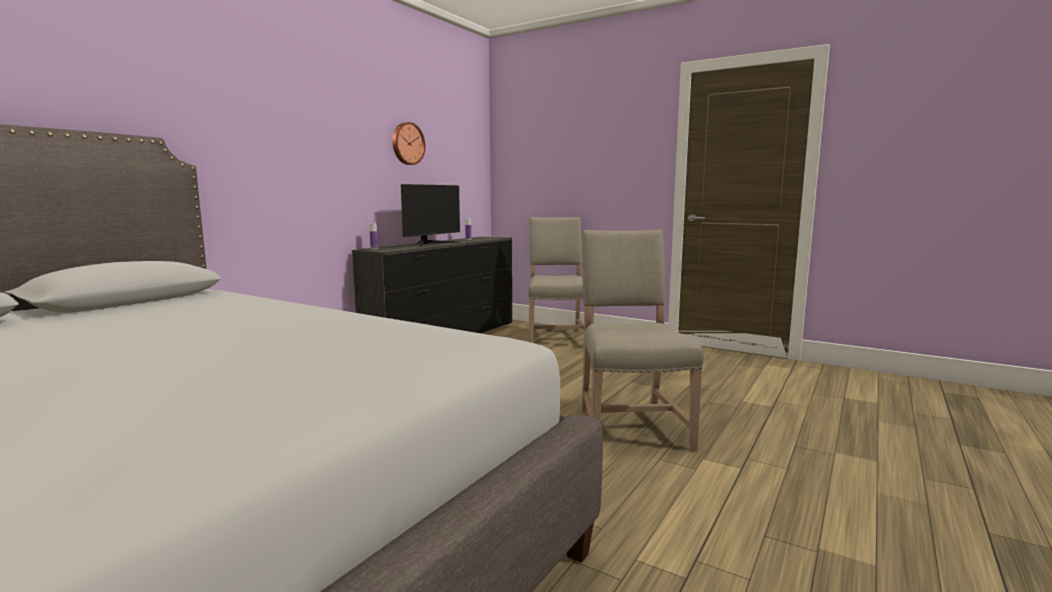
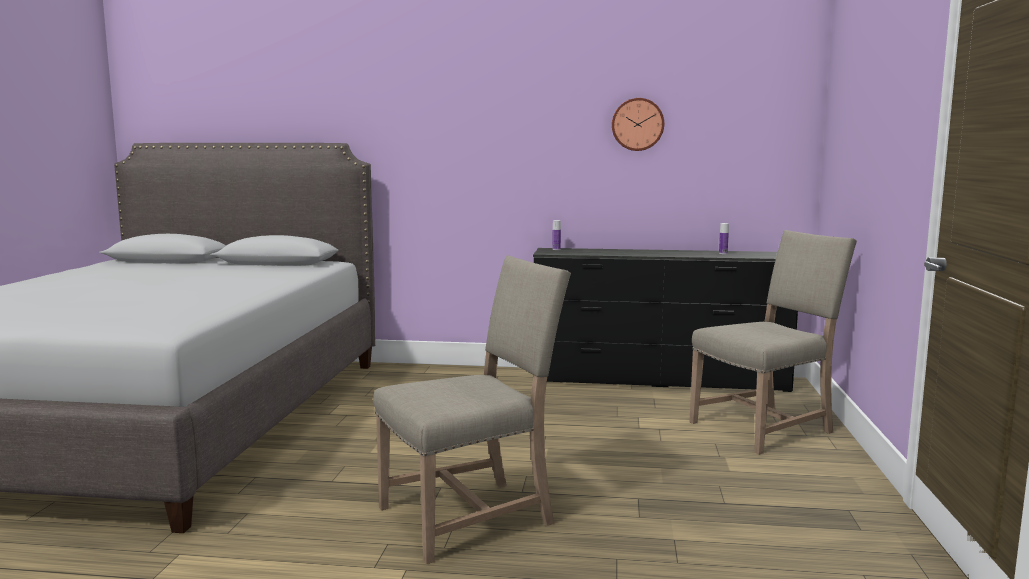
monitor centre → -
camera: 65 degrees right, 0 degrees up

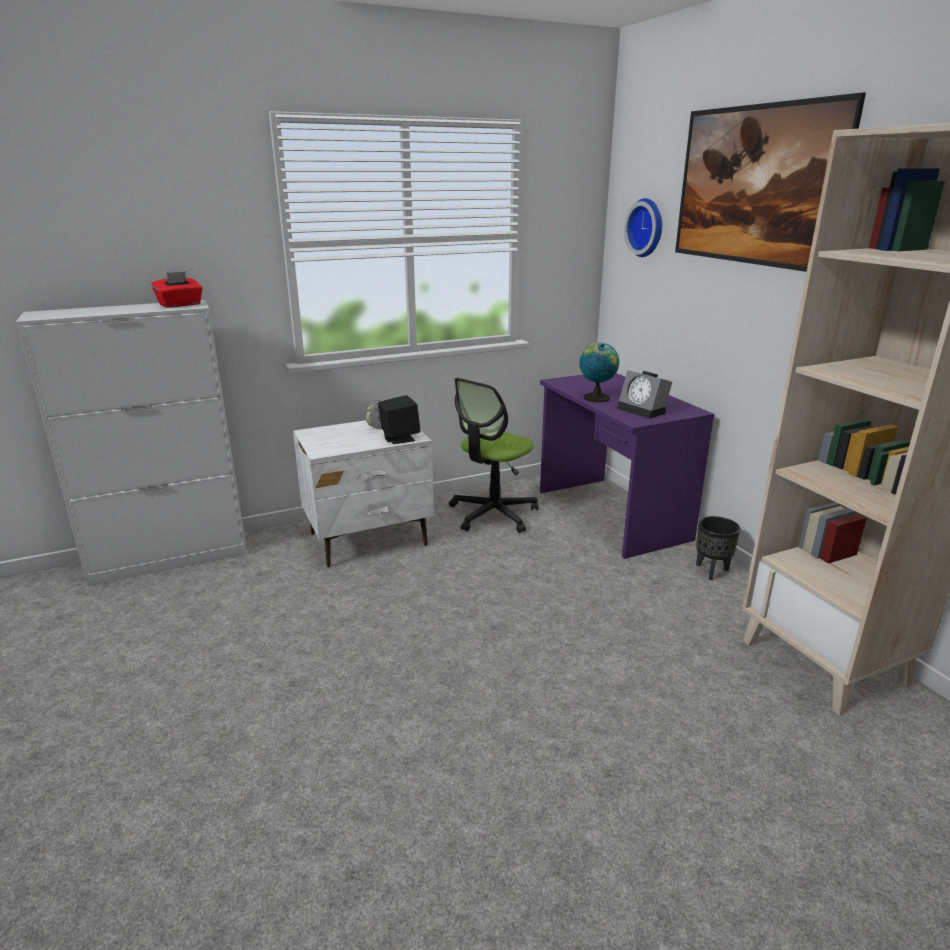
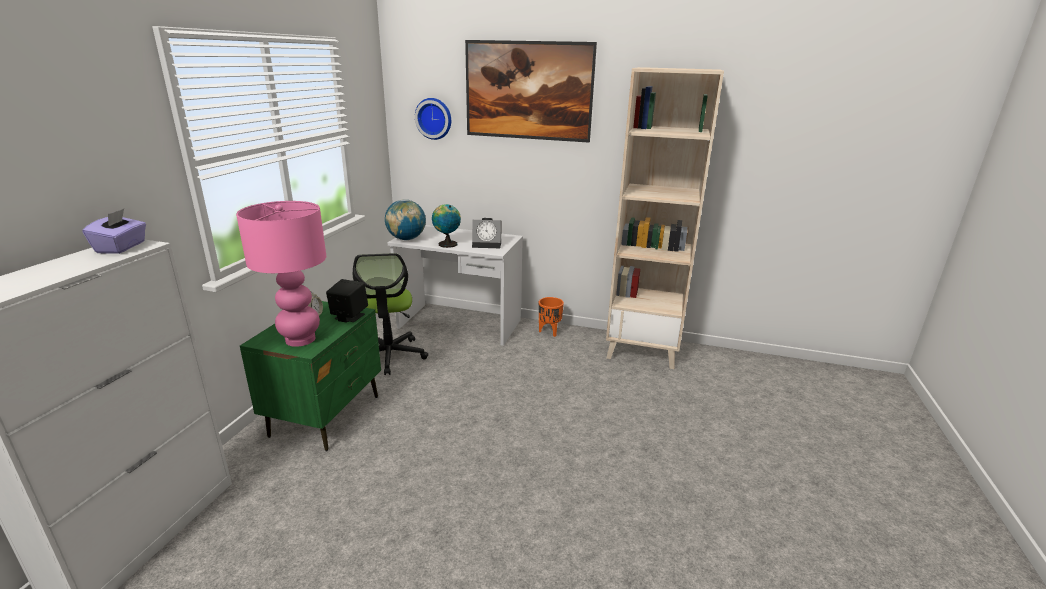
tissue box (red) top left → tissue box (purple) middle left
nightstand (white) centre → nightstand (green) middle left
desk (purple) centre → desk (white) centre
planter (black) middle right → planter (orange) centre
- → table lamp (pink) middle left
- → globe (1st from left) centre
camera: 50 degrees left, 0 degrees up

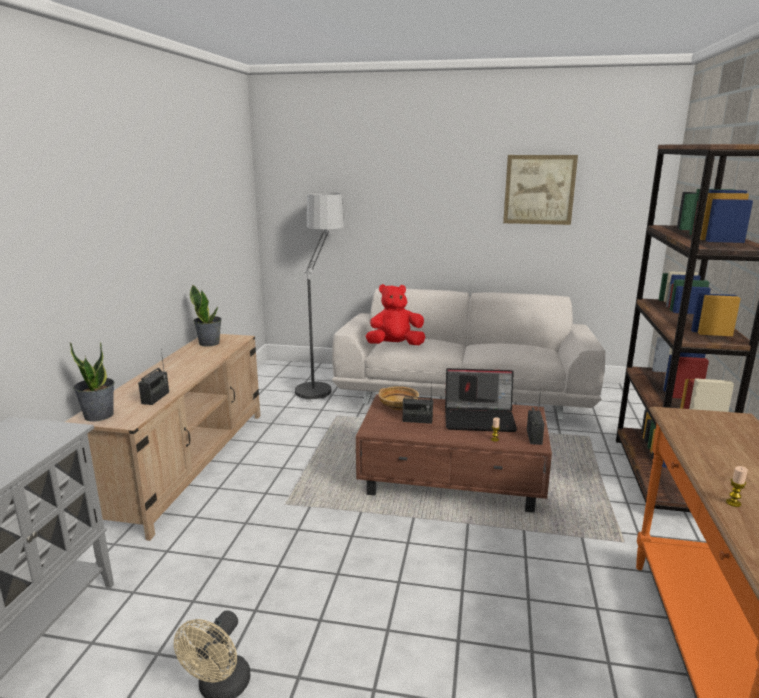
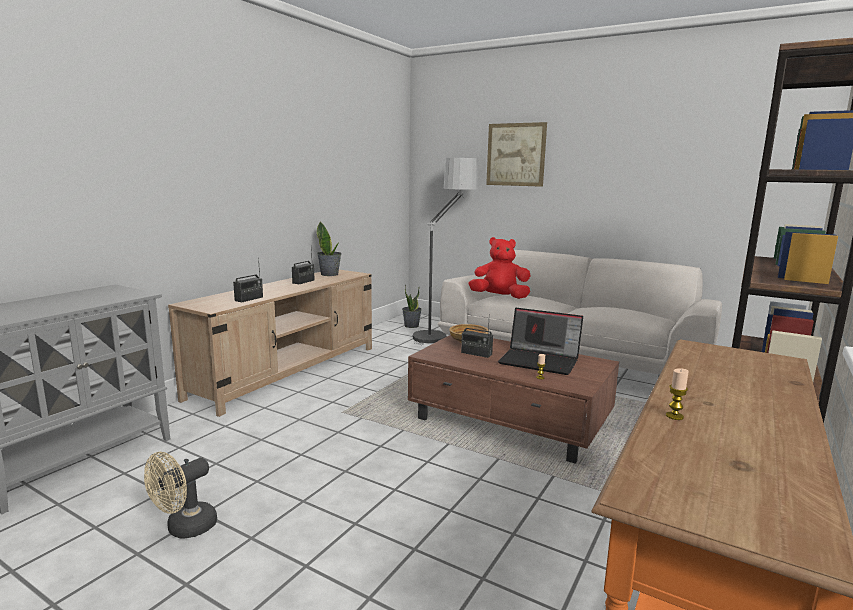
potted plant (1st from left in the first image) middle left → potted plant (2nd from left) centre, moved
picture top right → picture top centre, moved
radio (3rd from left in the first image) middle right → radio (2nd from left) centre, moved
camera: 20 degrees right, 5 degrees down

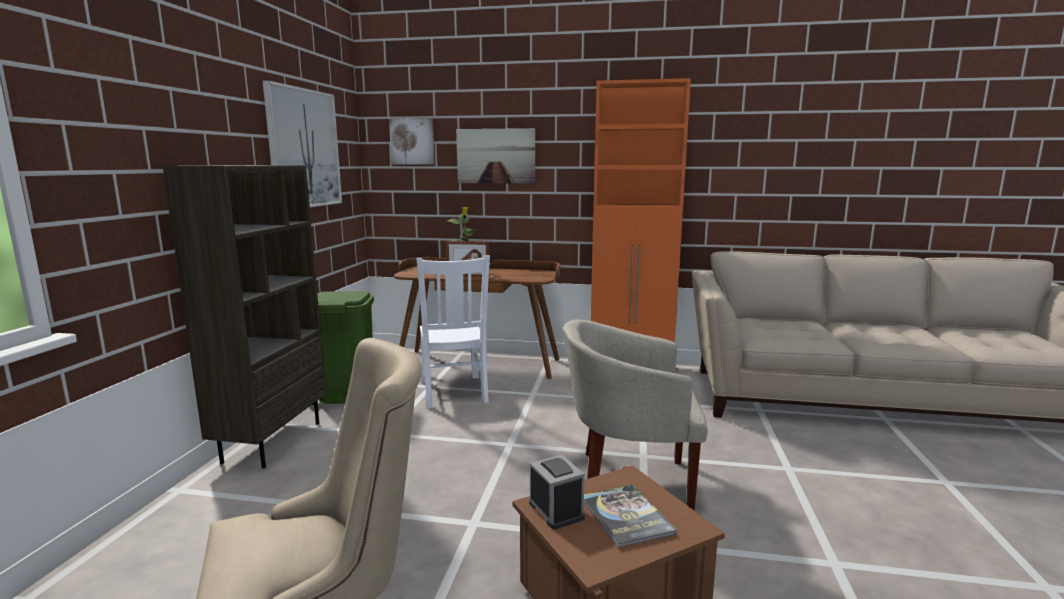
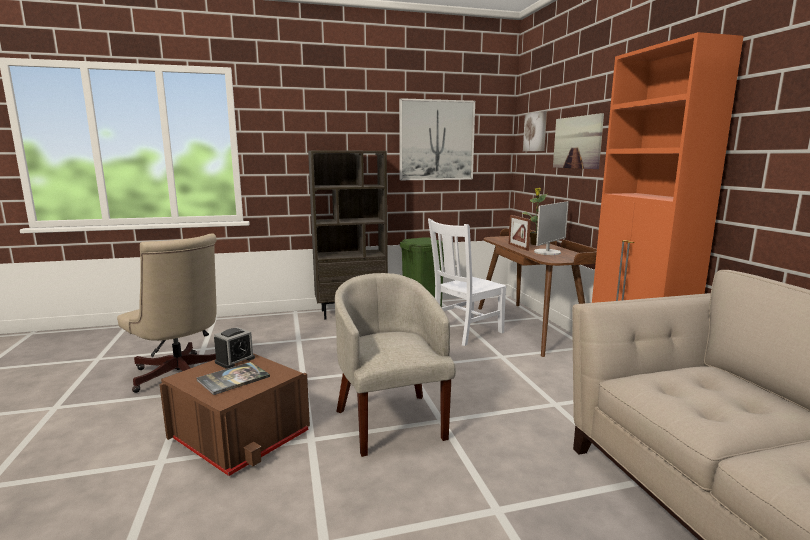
- → monitor middle right
camera: 65 degrees right, 0 degrees up

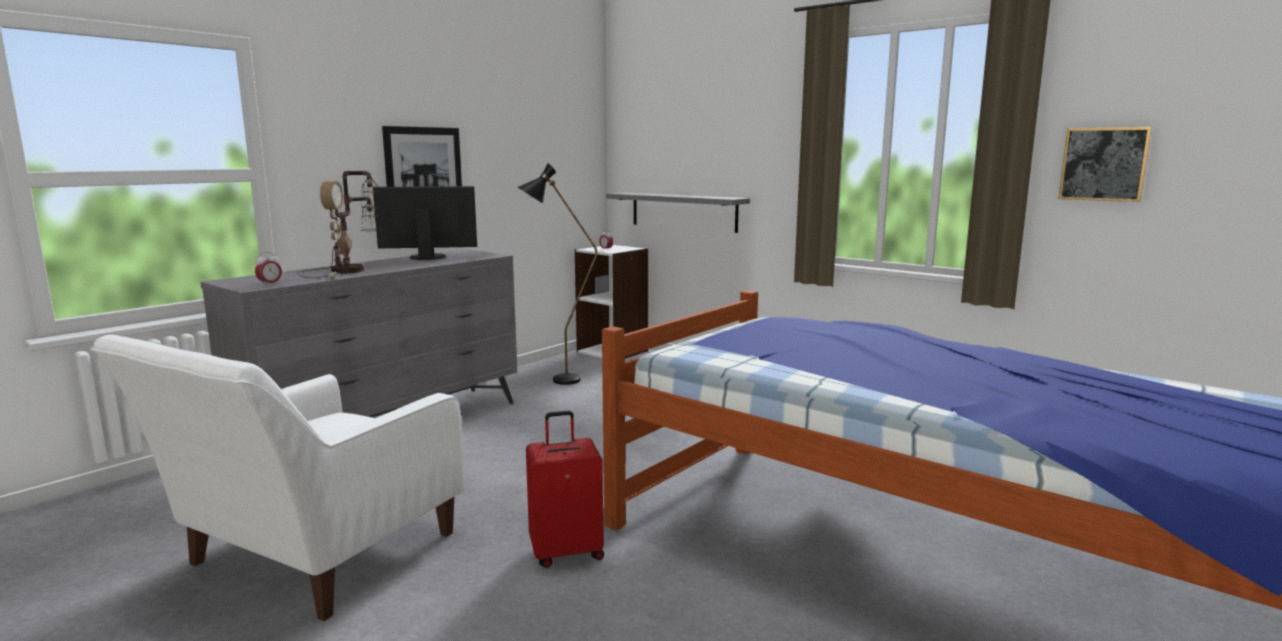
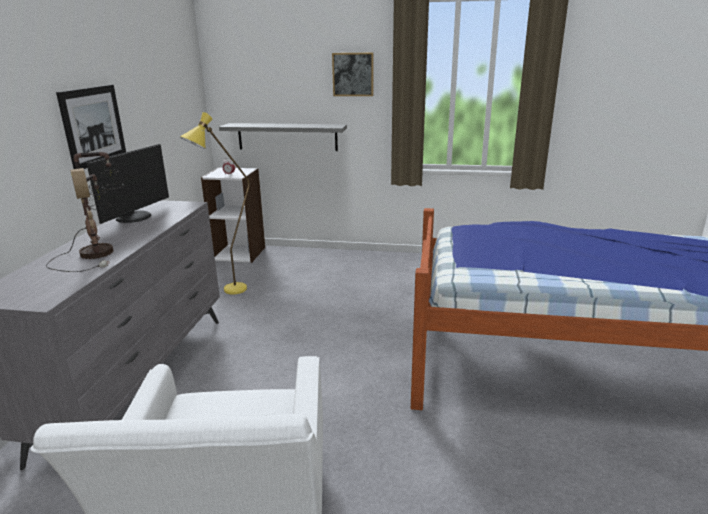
alarm clock (1st from left) middle left → -
monitor middle left, 150 degrees clockwise
floor lamp (black) centre → floor lamp (yellow) middle left
suitcase (red) bottom centre → -
picture (2nd from left) top right → picture (2nd from left) top centre, moved
camera: 30 degrees left, 10 degrees up

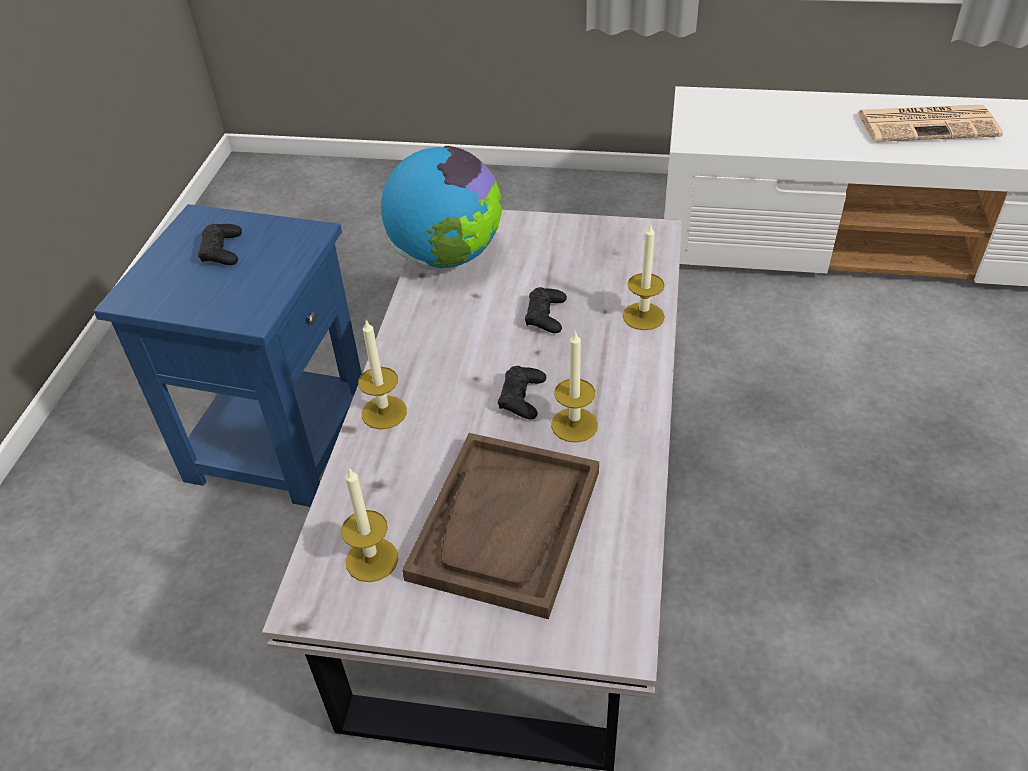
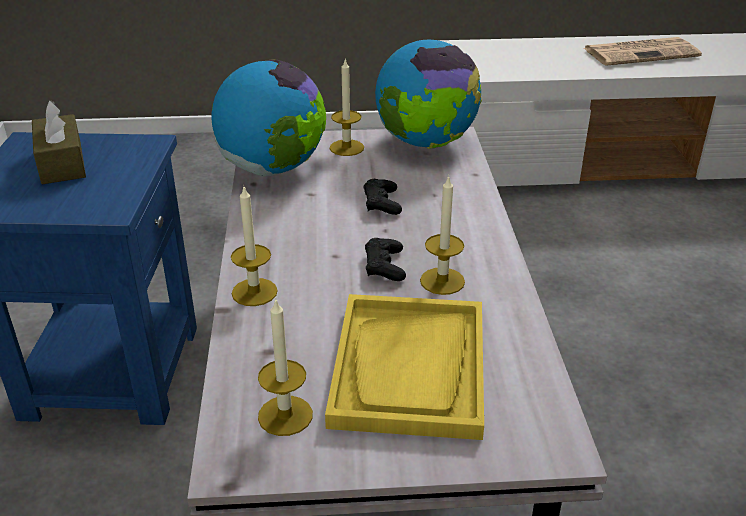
game controller (black) (1st from left) top left → tissue box (brown) top left
tray (brown) bottom centre → tray (yellow) bottom centre
candle (4th from left in the first image) centre → candle (3rd from left) top centre, moved
- → globe (2nd from left) top centre
camera: 15 degrees left, 10 degrees down

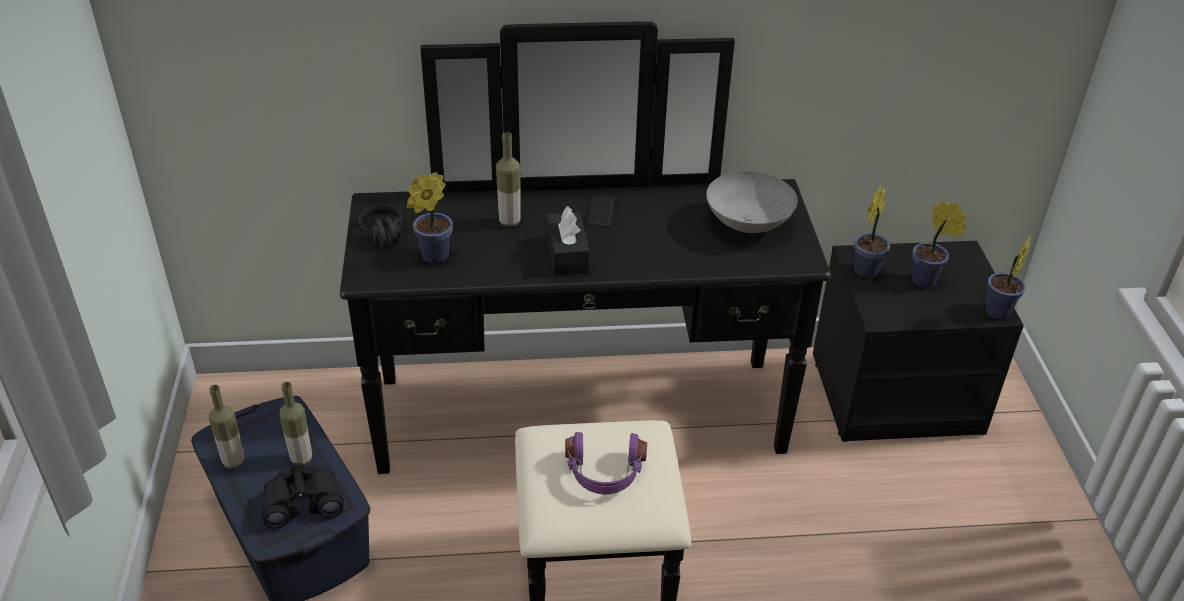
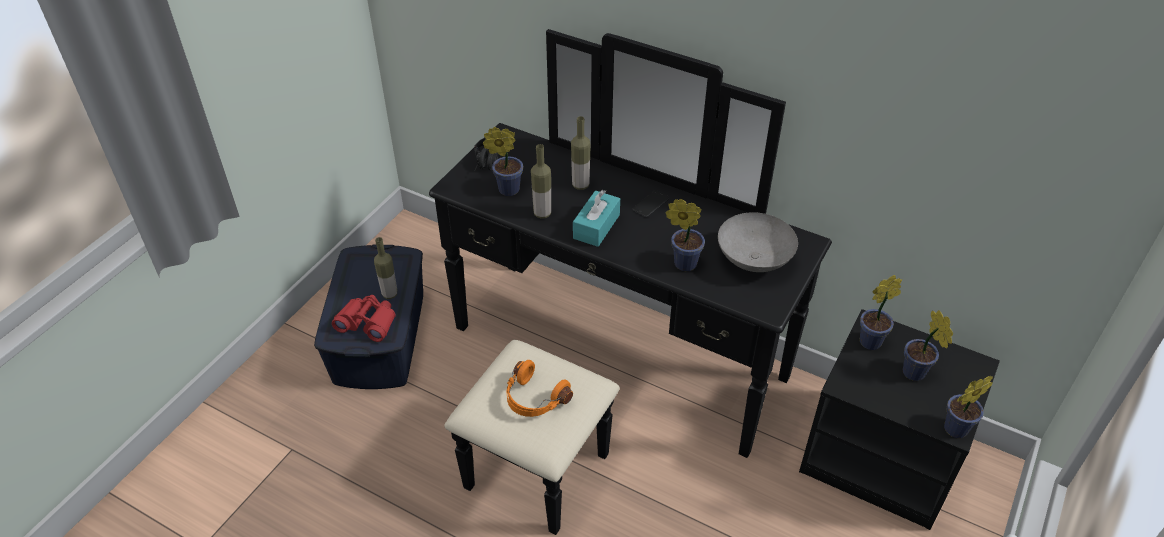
bottle (1st from left in the first image) bottom left → bottle (2nd from left) centre, moved
binoculars (black) bottom left → binoculars (red) middle left
tissue box (black) centre → tissue box (turquoise) centre
headphones (purple) bottom centre → headphones (orange) bottom centre
- → potted plant (2nd from left) centre
camera: 35 degrees right, 5 degrees up

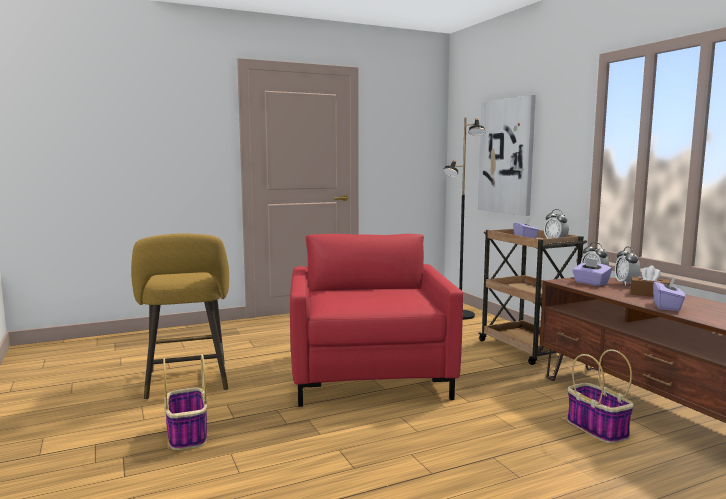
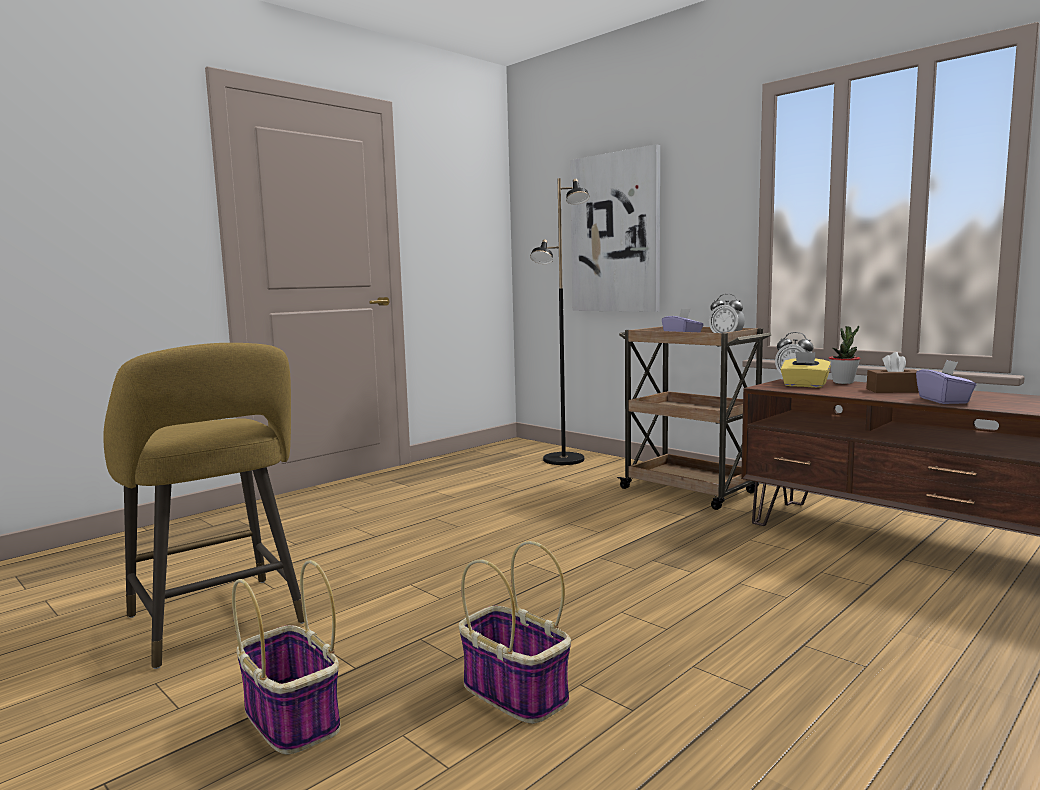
armchair (red) centre → -
basket (2nd from left) bottom right → basket (2nd from left) bottom centre, moved
tissue box (purple) (2nd from left) middle right → tissue box (yellow) middle right
alarm clock (3rd from left) middle right → potted plant middle right
camera: 20 degrees left, 0 degrees up

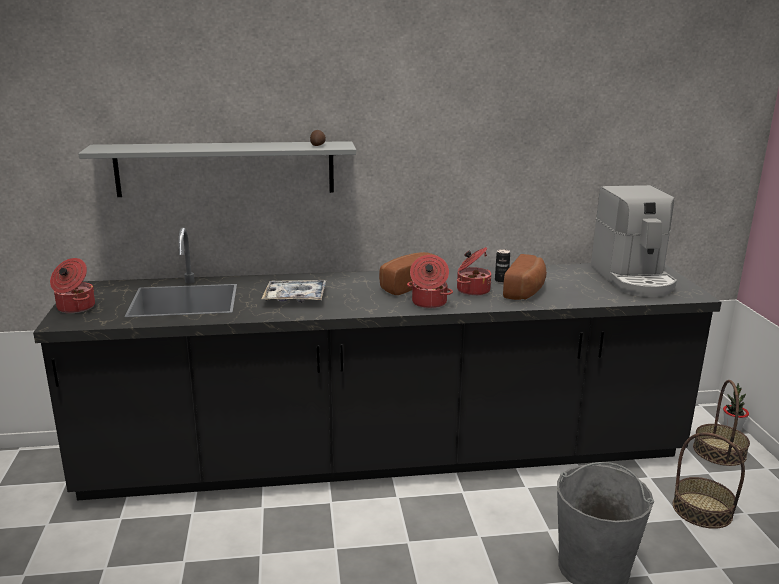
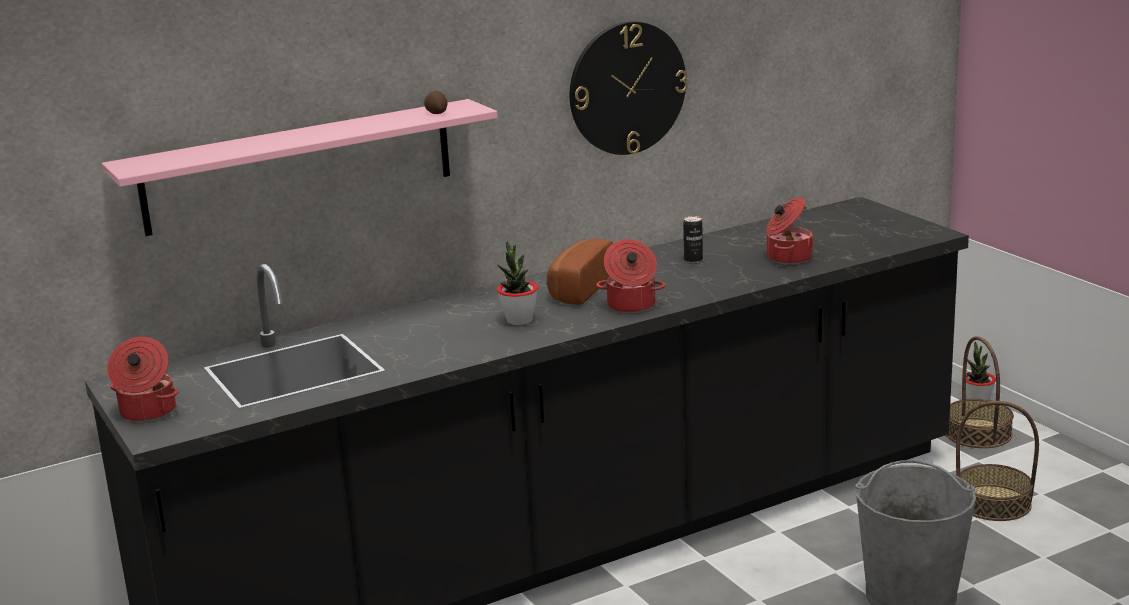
shelf (grey) top left → shelf (pink) top left
tray centre → -
cooking pot (3rd from left) centre → cooking pot (3rd from left) middle right, moved
bread (2nd from left) middle right → -
coffee machine middle right → -
- → potted plant (1st from left) centre
- → wall clock top centre
camera: 20 degrees left, 0 degrees up

